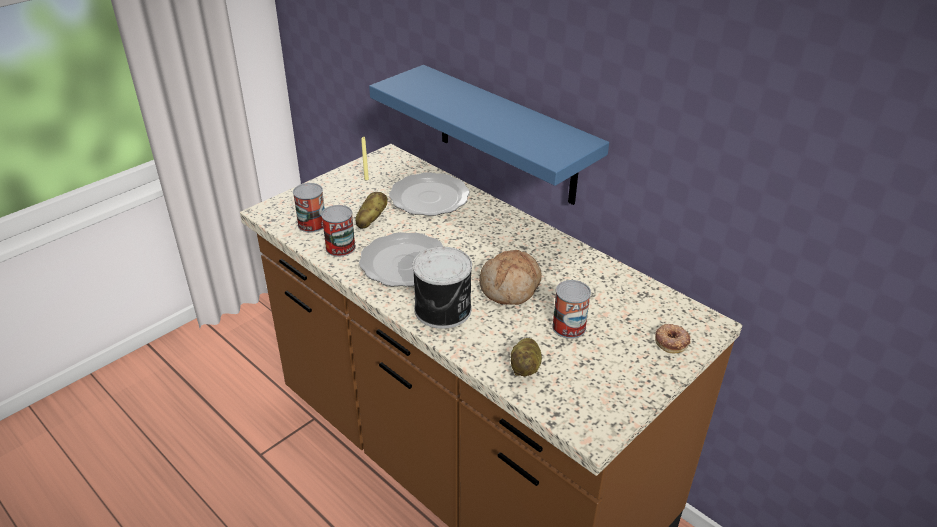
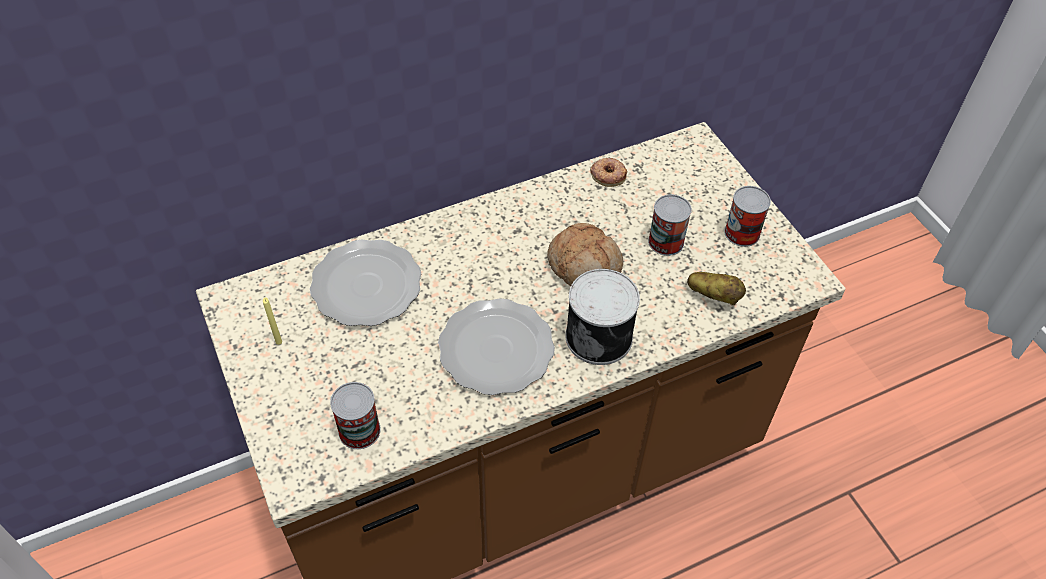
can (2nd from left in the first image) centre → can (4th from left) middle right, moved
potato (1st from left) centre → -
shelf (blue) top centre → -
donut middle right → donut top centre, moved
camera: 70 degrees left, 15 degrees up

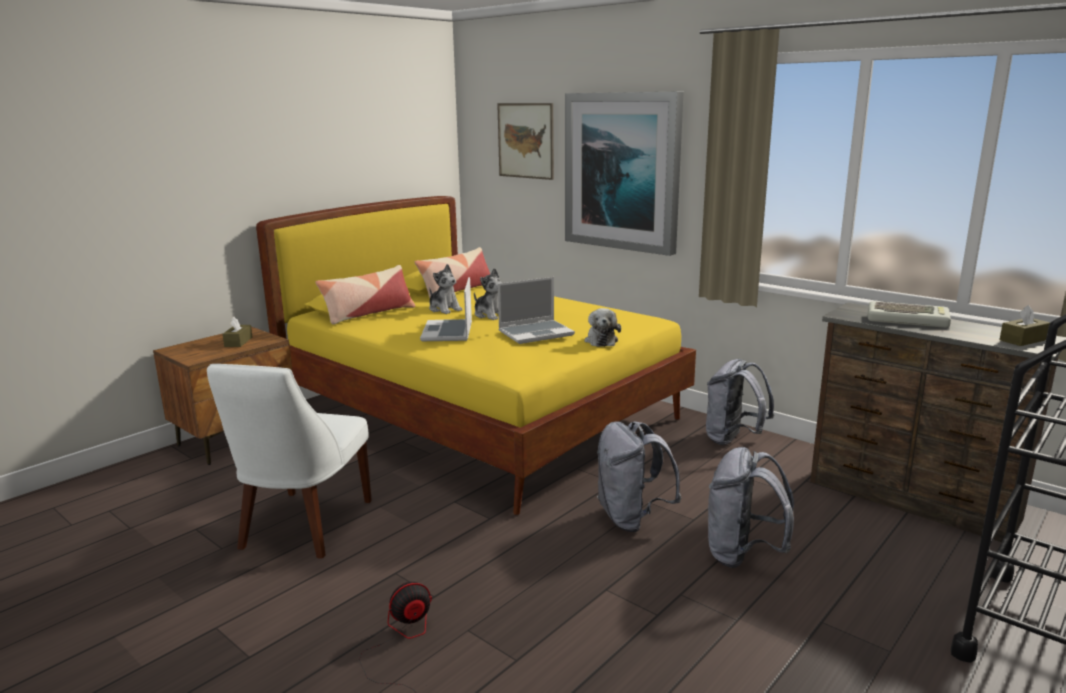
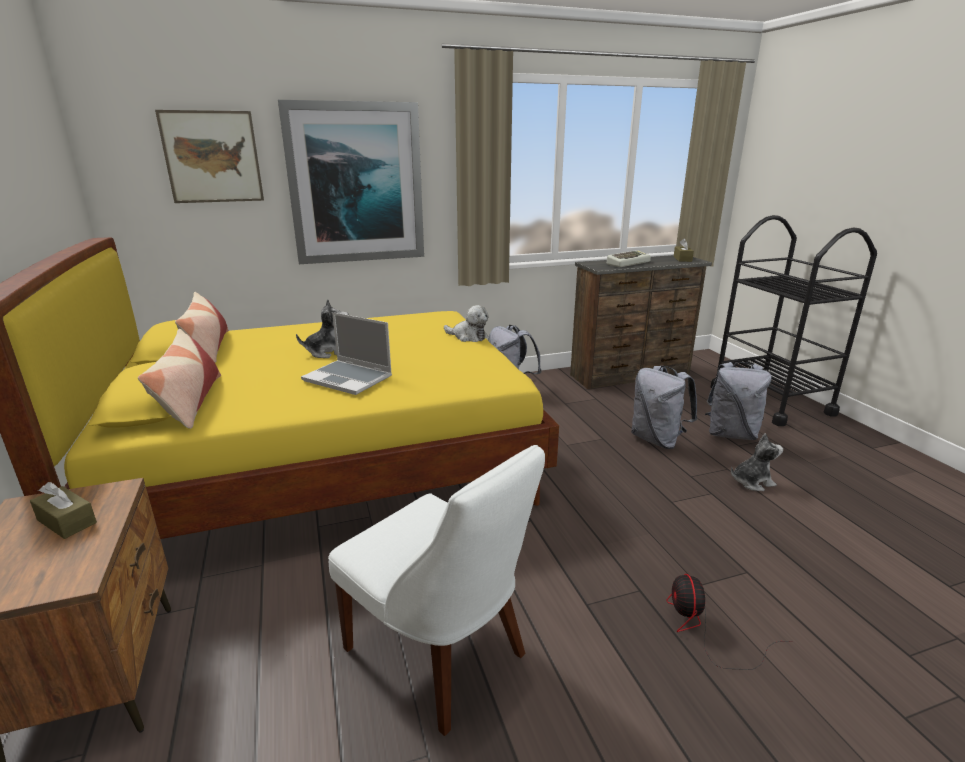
plush toy (1st from left in the first image) centre → plush toy (3rd from left) middle right, moved
laptop (2nd from left) centre → -
backpack (grey) (1st from left in the first image) bottom centre → backpack (grey) (3rd from left) middle right, moved
camera: 60 degrees left, 5 degrees up

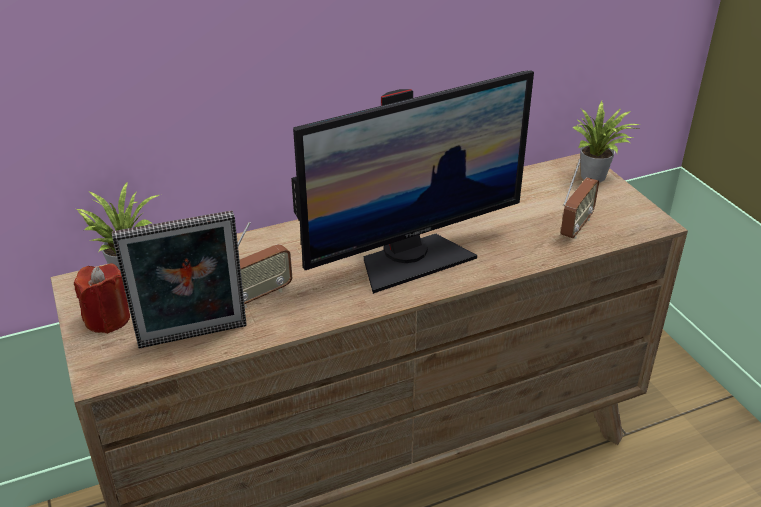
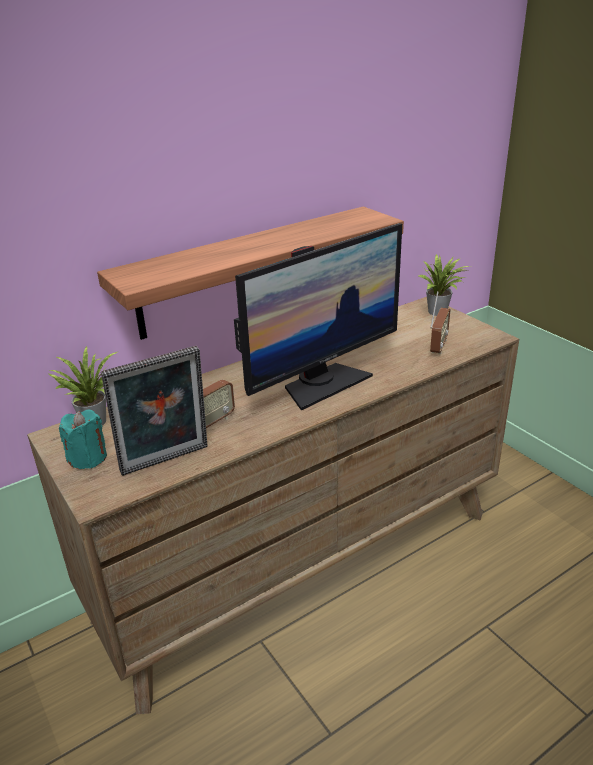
candle (red) middle left → candle (turquoise) middle left
- → shelf centre
camera: 10 degrees left, 5 degrees down

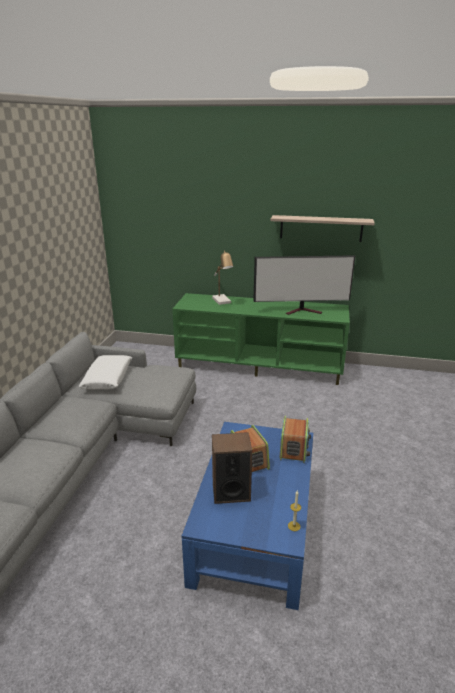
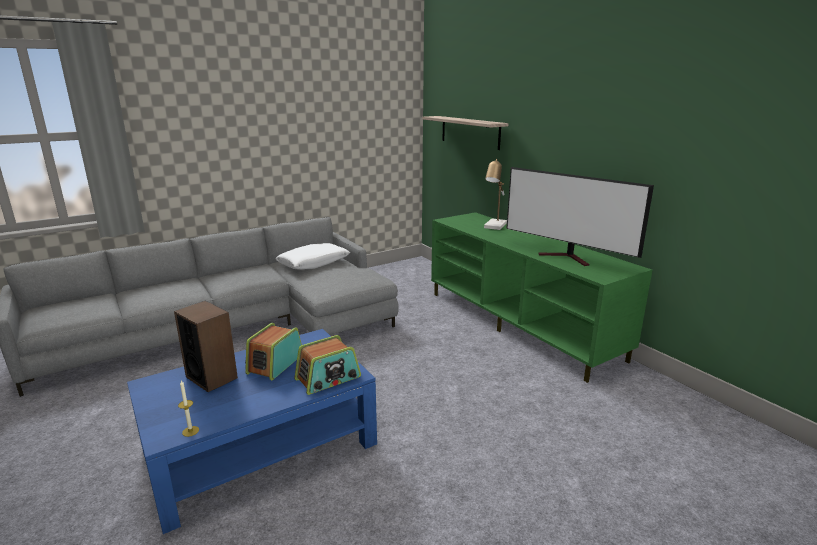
shelf top right → shelf top centre, moved
camera: 45 degrees right, 5 degrees down

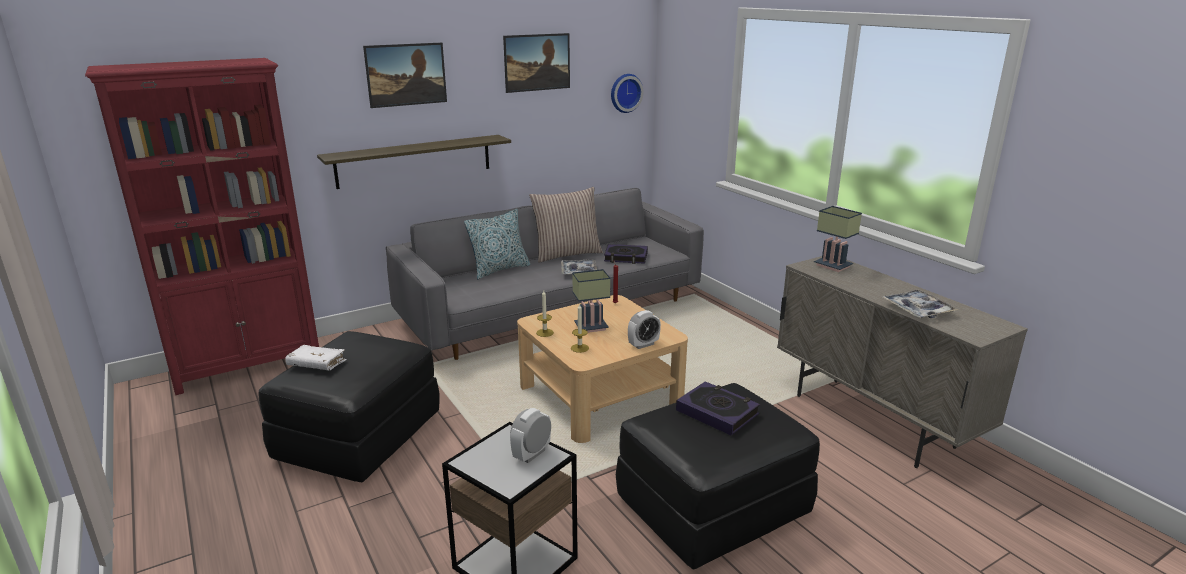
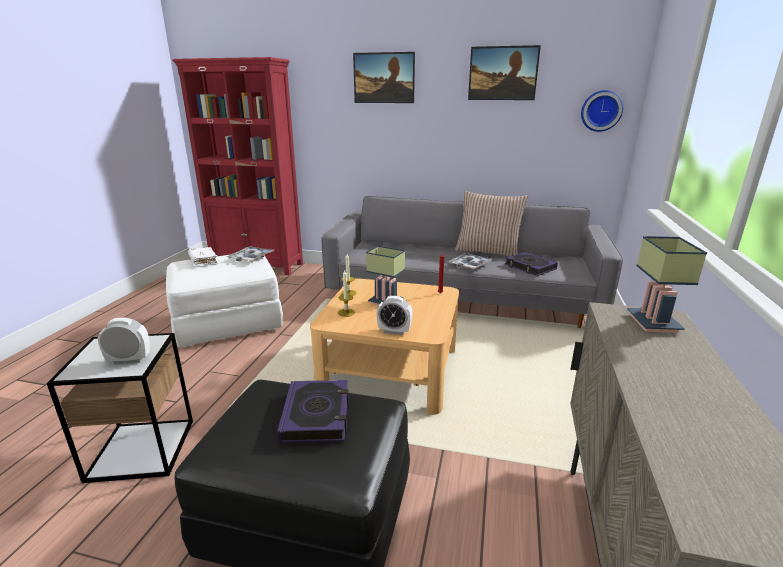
ottoman (black) (1st from left) bottom left → ottoman (white) middle left
shelf top centre → -
pillow (1st from left) centre → -
tray (2nd from left in the first image) middle right → tray (1st from left) middle left, moved
camera: 45 degrees right, 0 degrees up

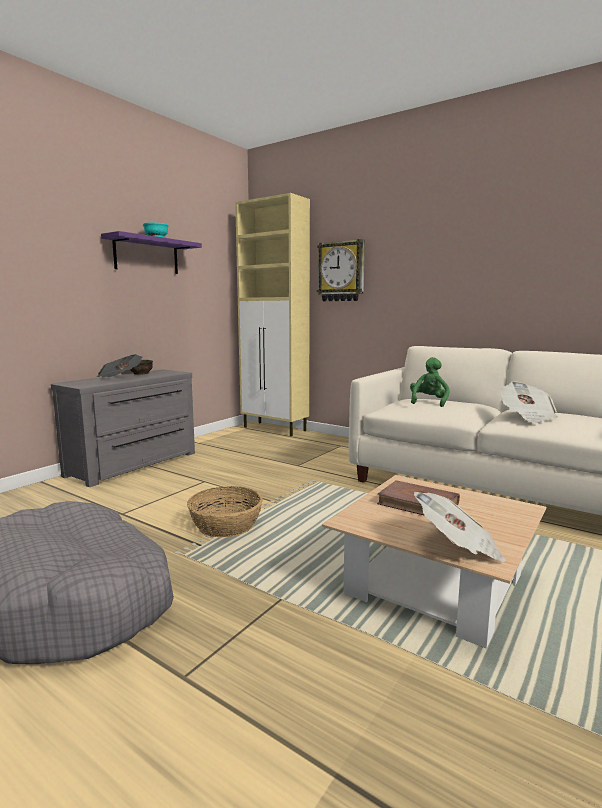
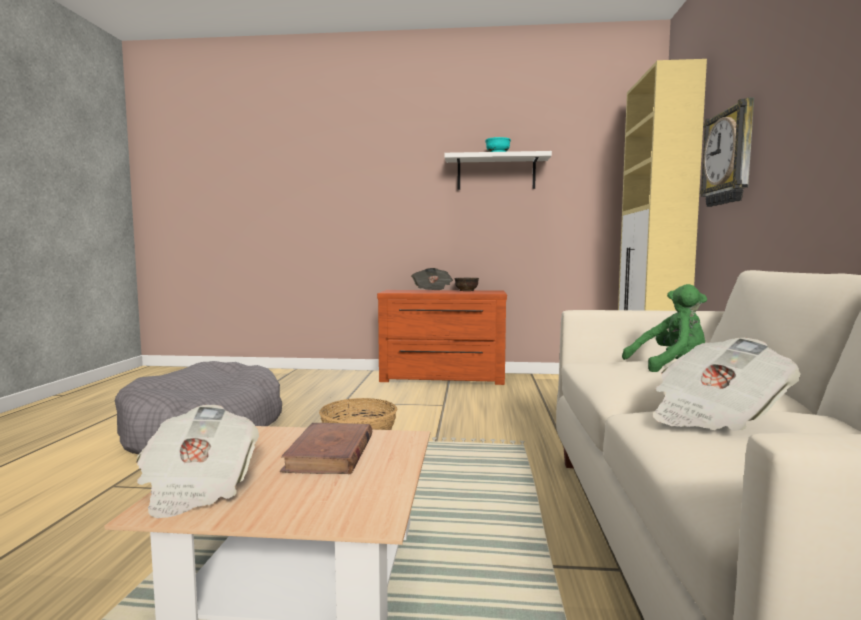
dresser (grey) middle left → dresser (brown) centre
shelf (purple) top left → shelf (white) top centre
camera: 60 degrees right, 5 degrees down

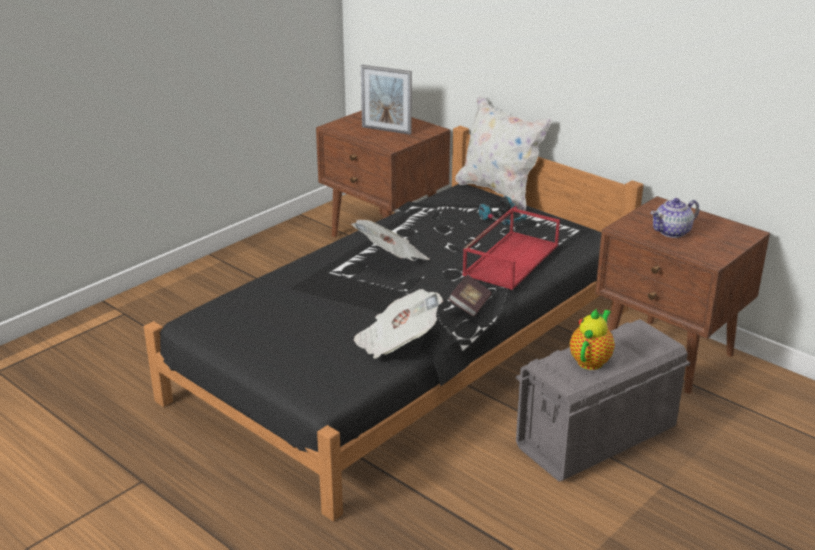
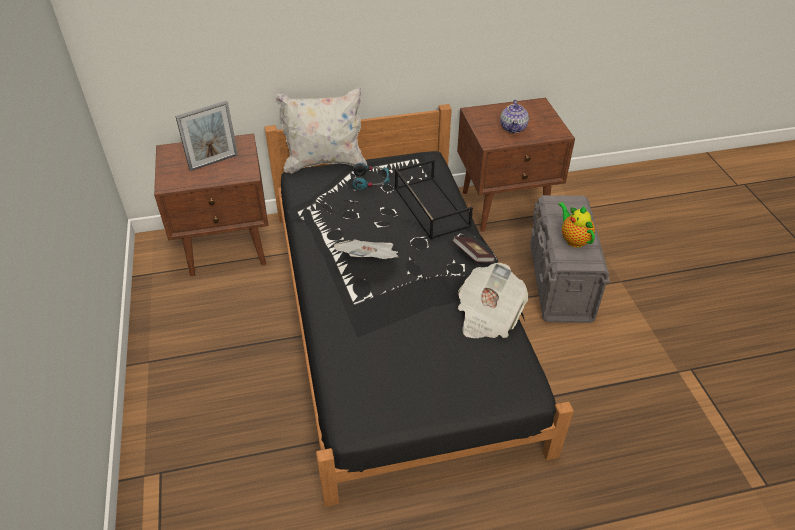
tray (red) centre → tray (black) centre
camera: 55 degrees left, 15 degrees up

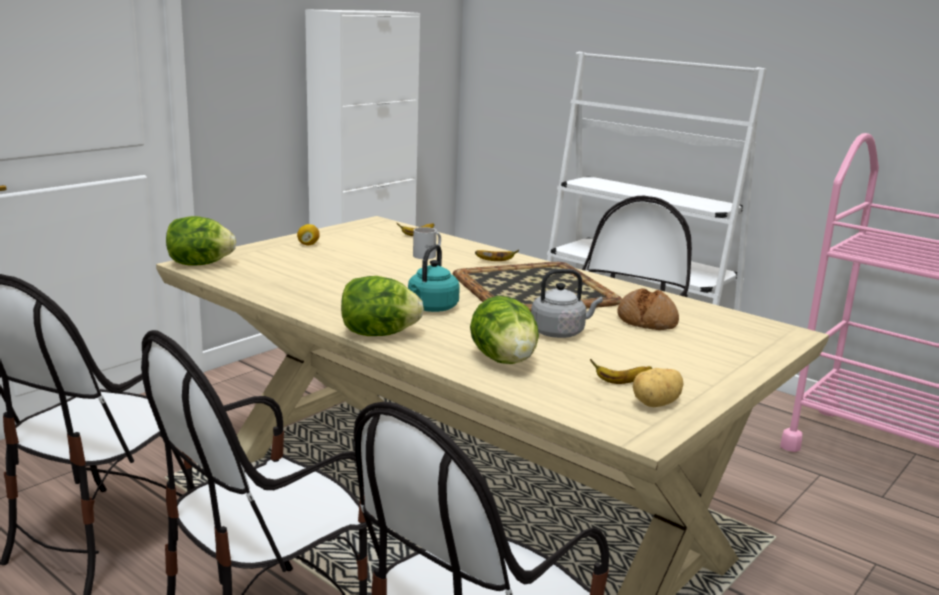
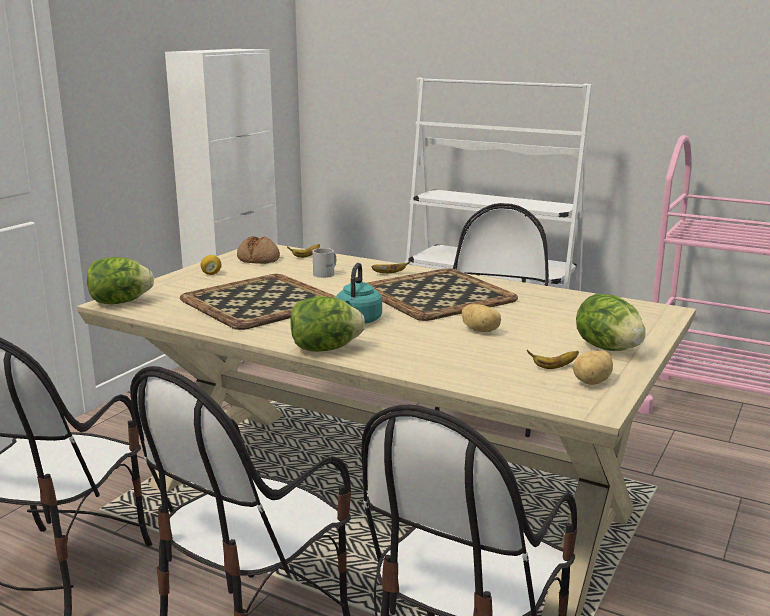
lettuce (3rd from left) centre → lettuce (3rd from left) middle right, moved
kettle (grey) centre → potato (1st from left) centre
bread middle right → bread centre, moved
- → tray (1st from left) centre
camera: 10 degrees left, 0 degrees up

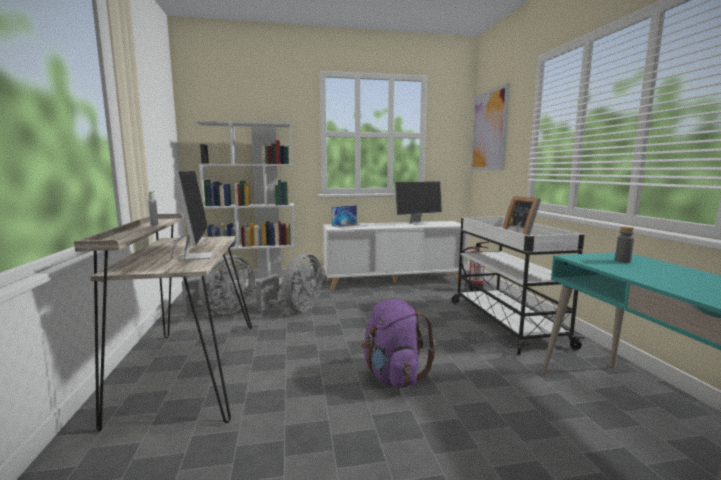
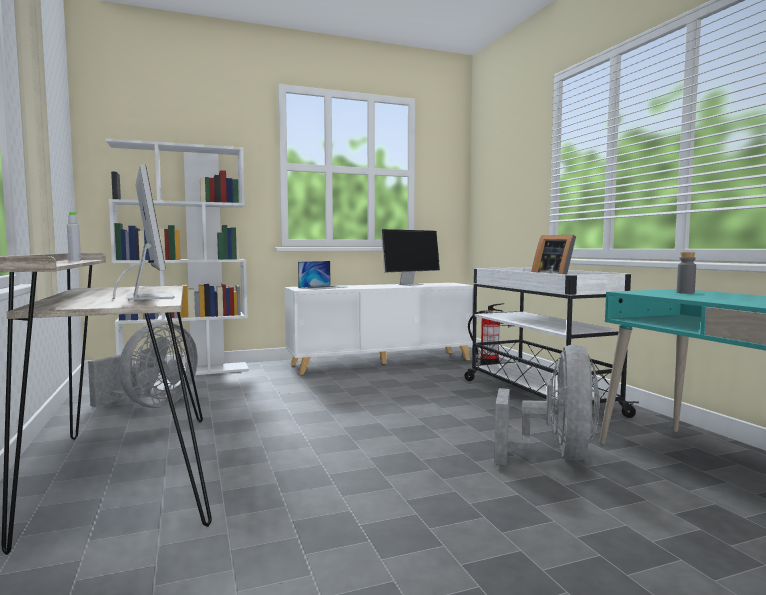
fan (grey) (2nd from left) centre → fan (grey) (2nd from left) bottom right, moved
backpack (purple) bottom centre → -
picture top right → -
camera: 10 degrees left, 5 degrees down

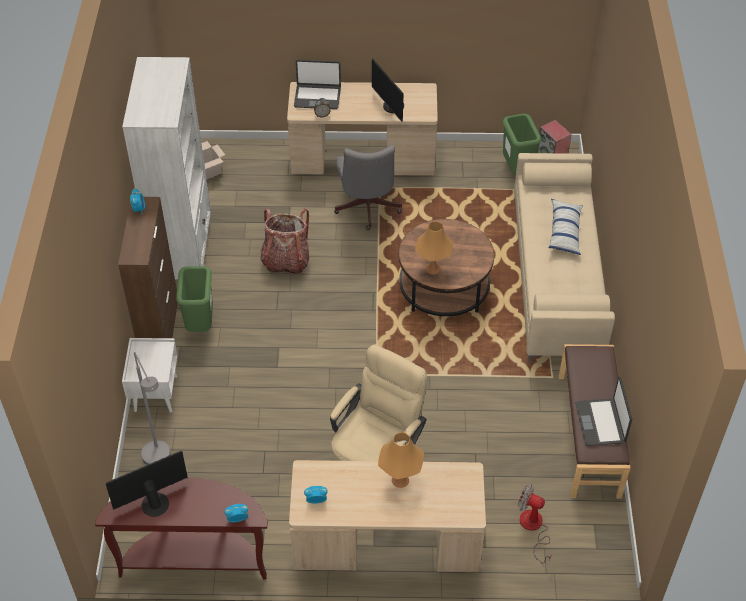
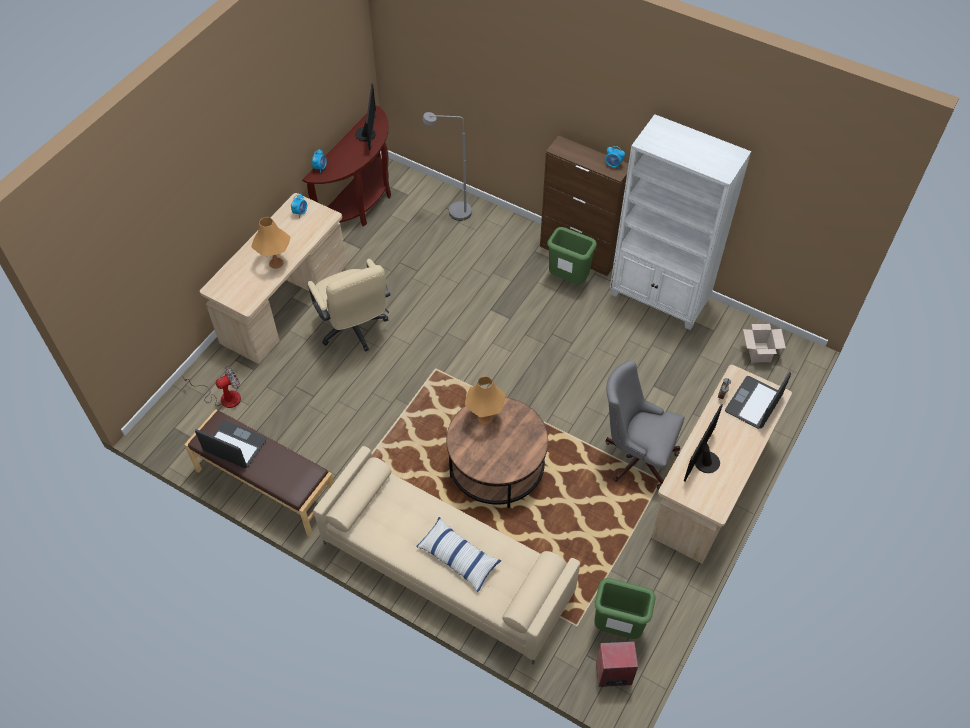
nightstand (white) middle left → -
backpack centre → -
monitor (2nd from left) top centre → monitor (2nd from left) middle right, 60 degrees counterclockwise
camera: 120 degrees right, 5 degrees up

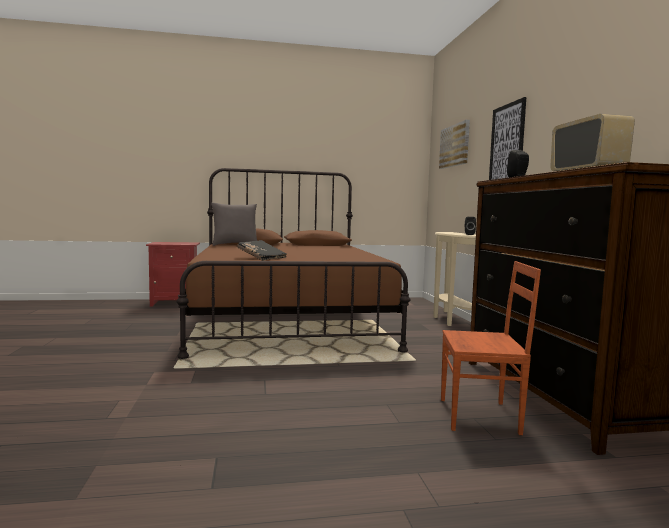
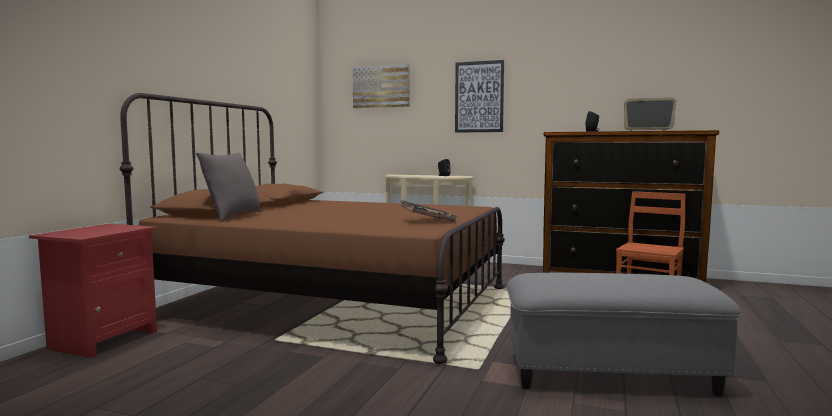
- → ottoman (grey) bottom right
camera: 60 degrees left, 0 degrees up

